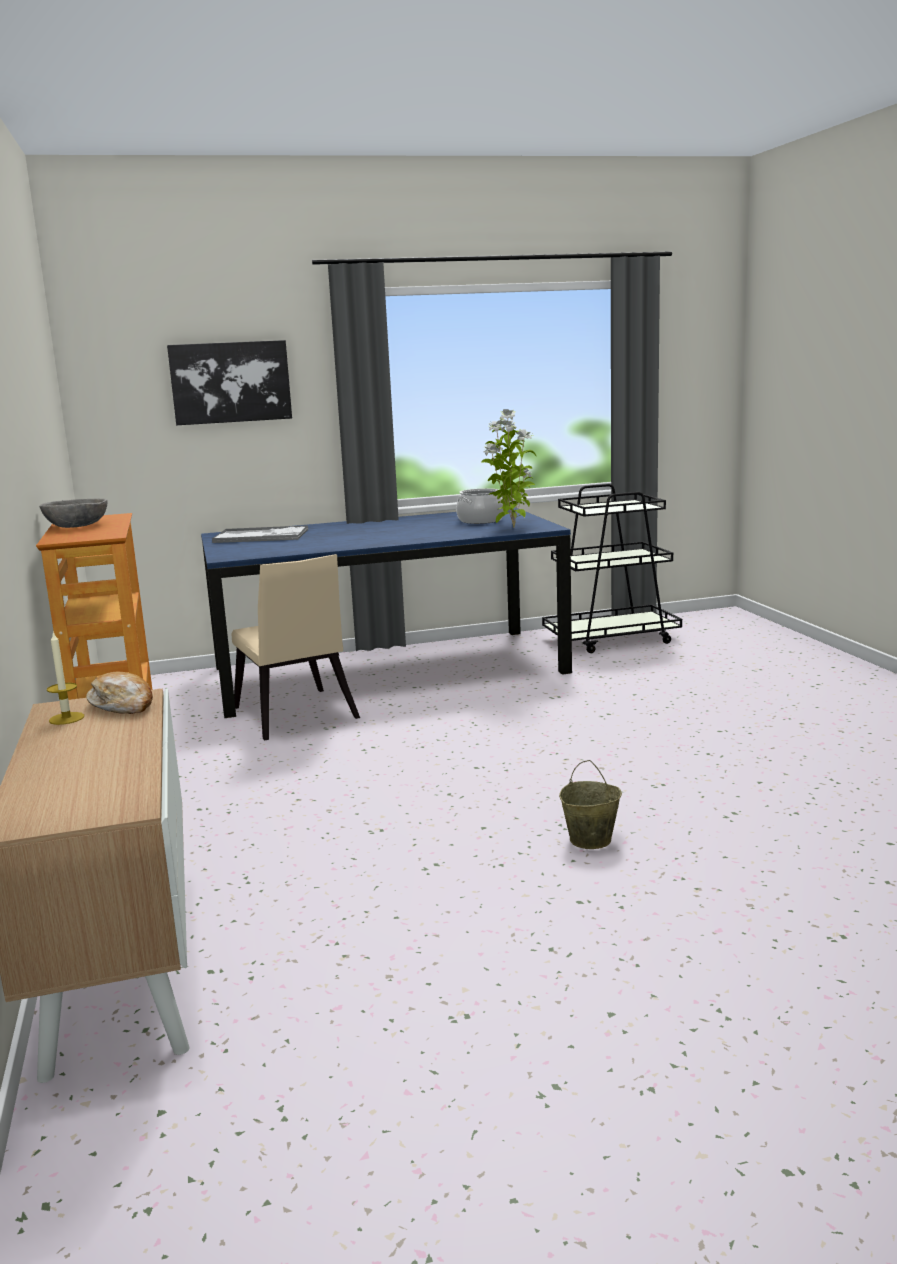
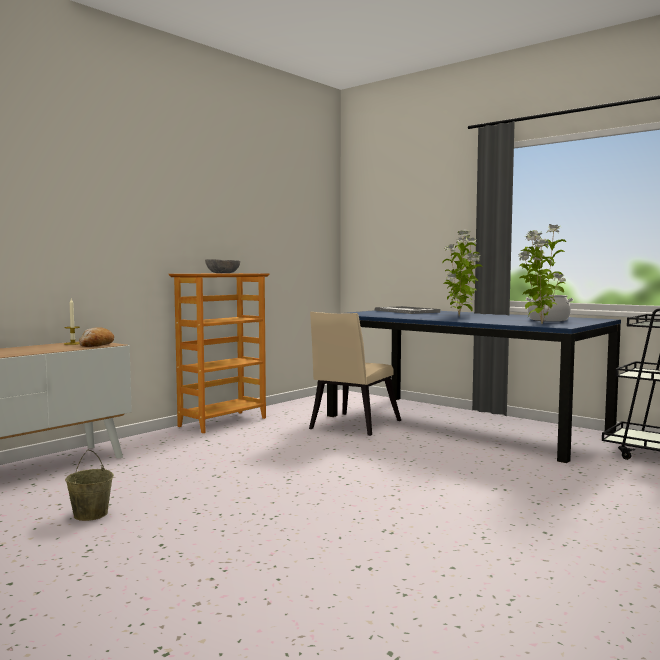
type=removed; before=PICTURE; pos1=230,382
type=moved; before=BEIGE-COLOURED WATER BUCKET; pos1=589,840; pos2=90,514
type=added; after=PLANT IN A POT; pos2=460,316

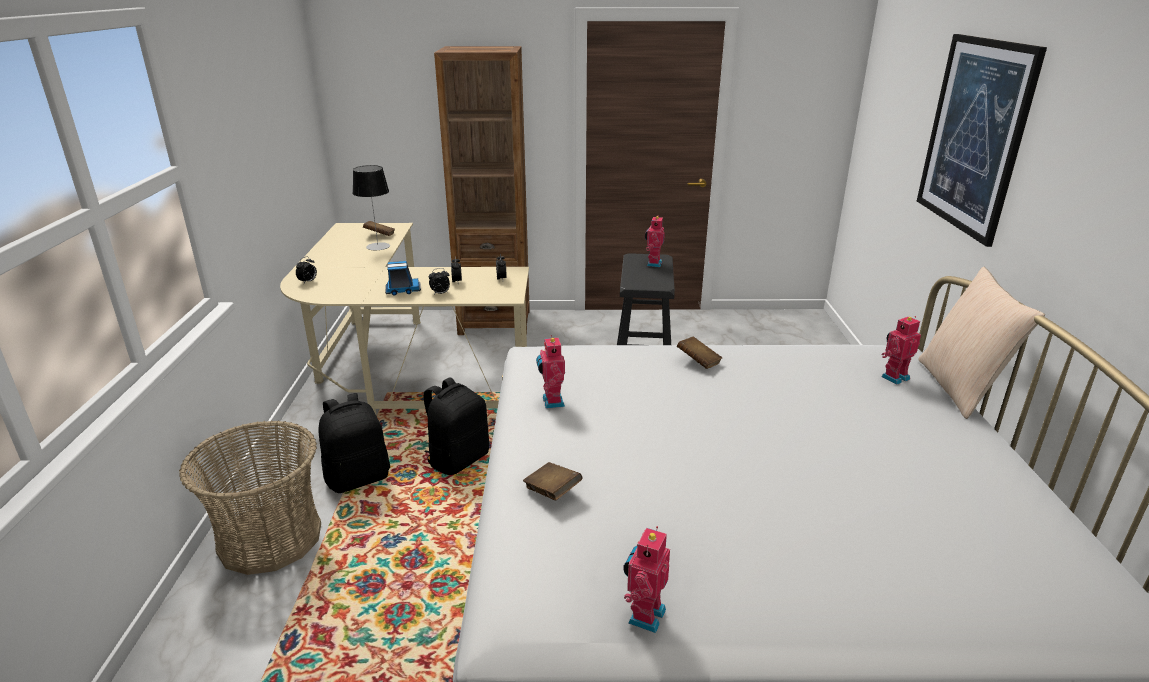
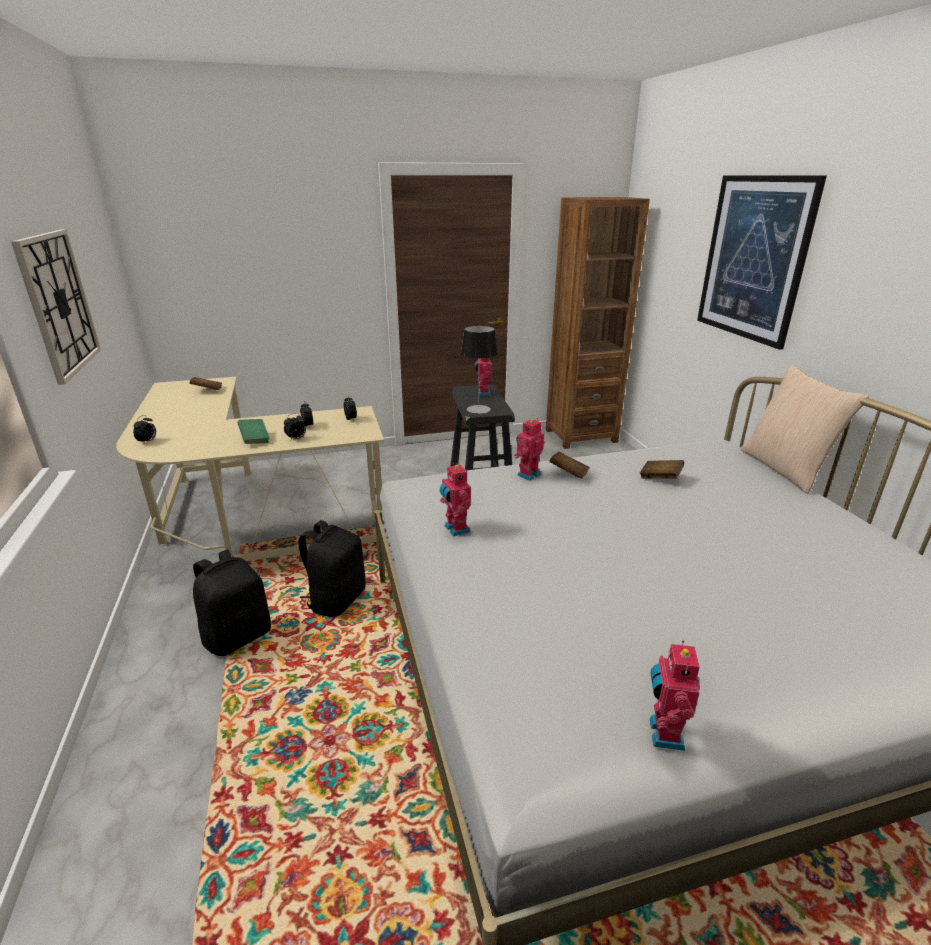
type=removed; before=HOUSEHOLD BASKET; pos1=270,538
type=moved; before=LAMP FOR A TABLE; pos1=378,246; pos2=478,409
type=replaced; before=TOY LORRY; after=GREEN BOUND BOOK; pos1=402,290; pos2=255,439
type=moved; before=BROWN-COLOURED BOOKSHELF; pos1=494,322; pos2=580,436
type=moved; before=BROWN-COLOURED BOUND BOOK; pos1=552,492; pos2=660,478
type=moved; before=ROBOT FIGURE; pos1=894,377; pos2=527,474
type=added; after=HANGING CLOCK; pos2=59,303

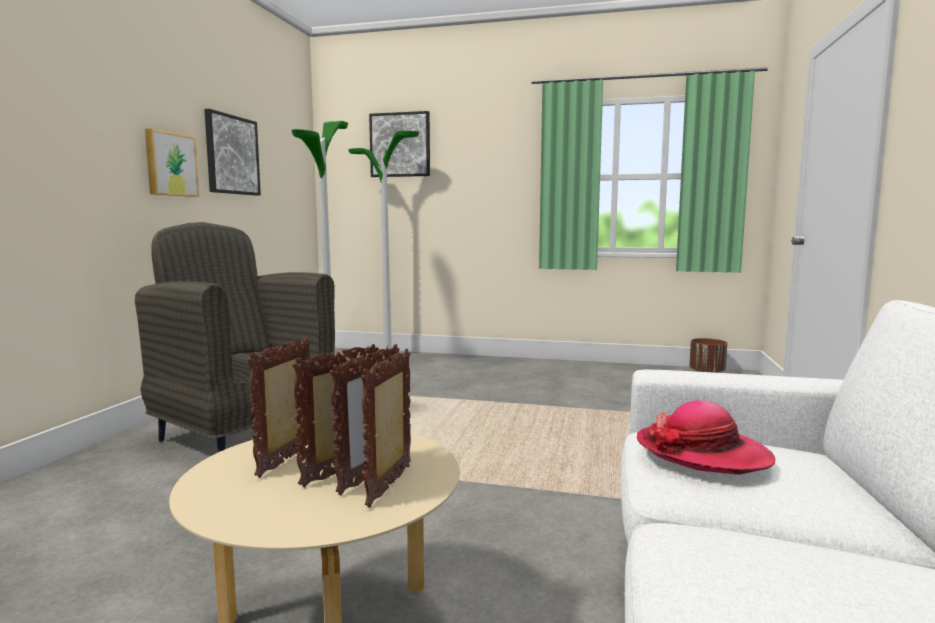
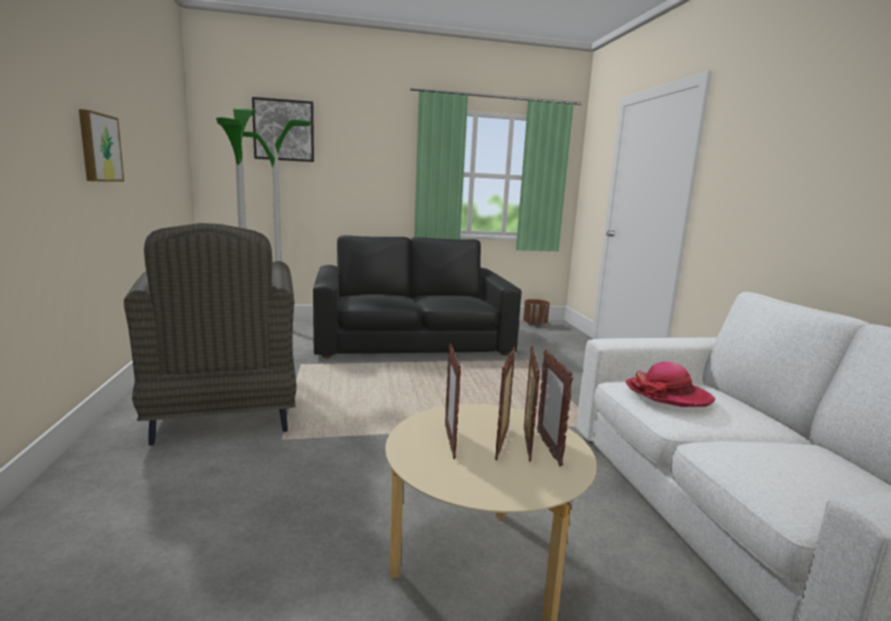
type=turned; before=GREYISH ARMCHAIR; pos1=246,434; pos2=225,417; turn=-120
type=removed; before=PICTURE; pos1=232,155
type=added; after=BLACKISH SOFA; pos2=412,340

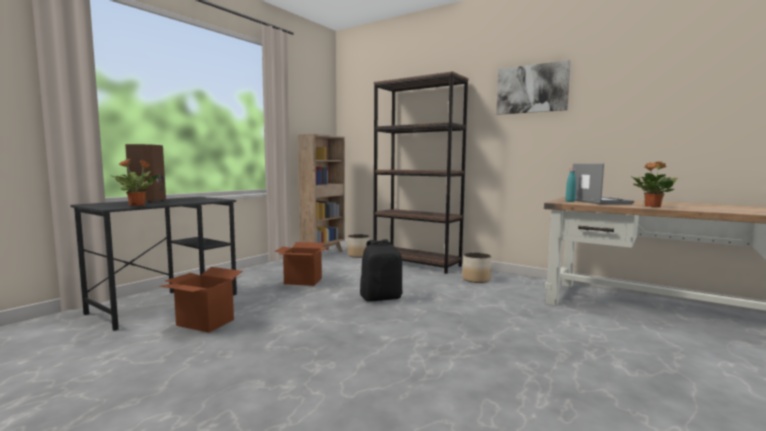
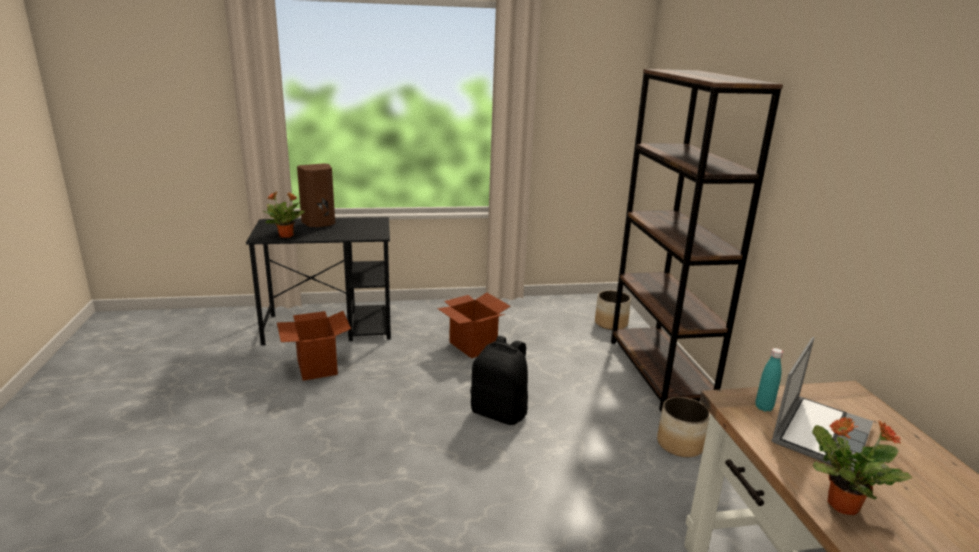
type=removed; before=BROWN-COLOURED BOOKSHELF; pos1=323,253
type=removed; before=PICTURE; pos1=532,89

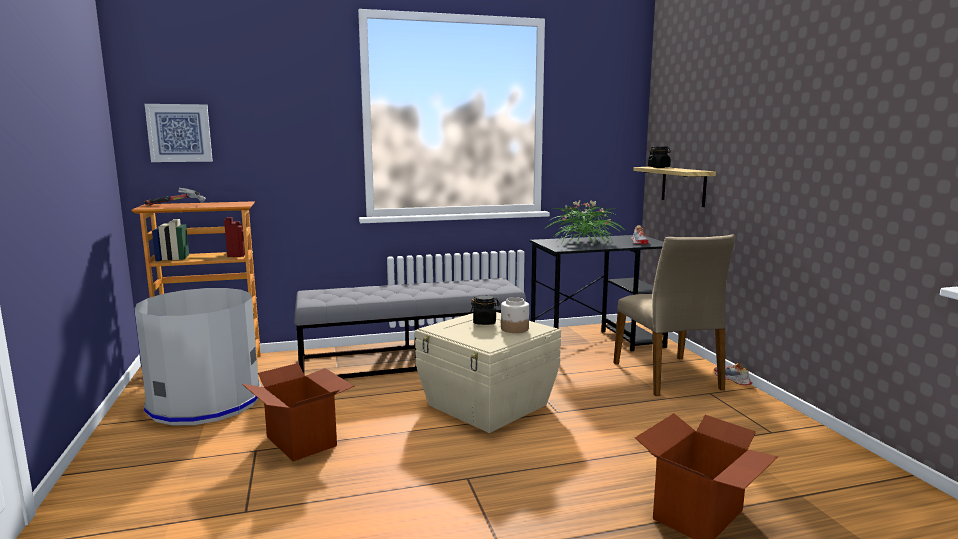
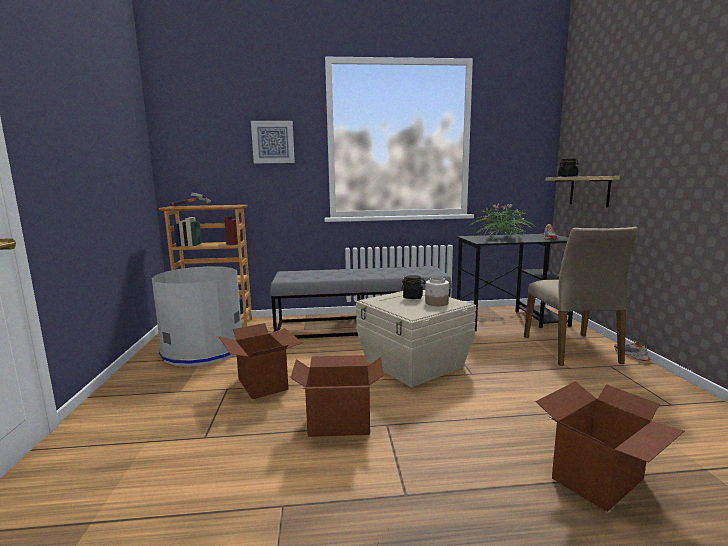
type=moved; before=PICTURE; pos1=179,133; pos2=273,142
type=added; after=CARTON; pos2=339,422

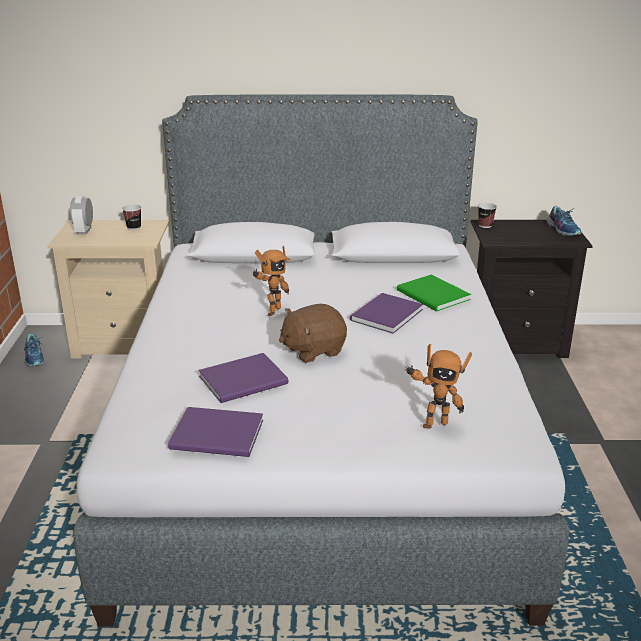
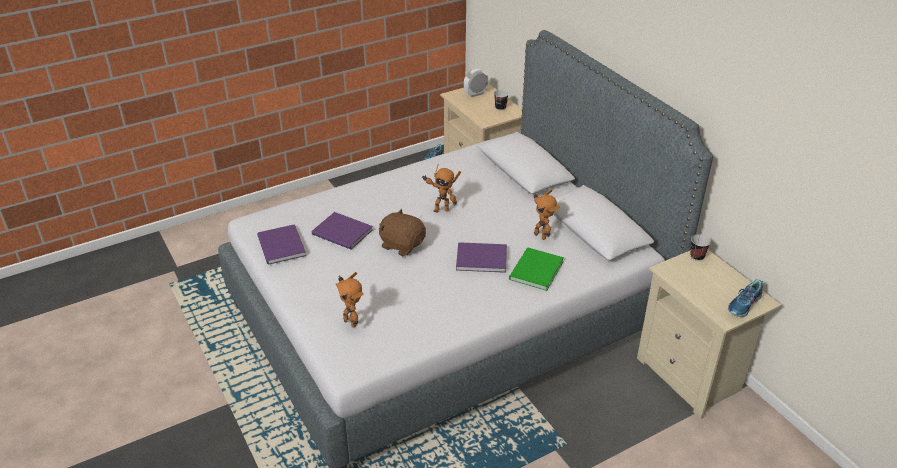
type=recoloured; before=BLACKISH NIGHT TABLE; after=BEIGE-COLOURED NIGHT TABLE; pos1=515,342; pos2=692,376
type=added; after=ROBOT FIGURE; pos2=541,235

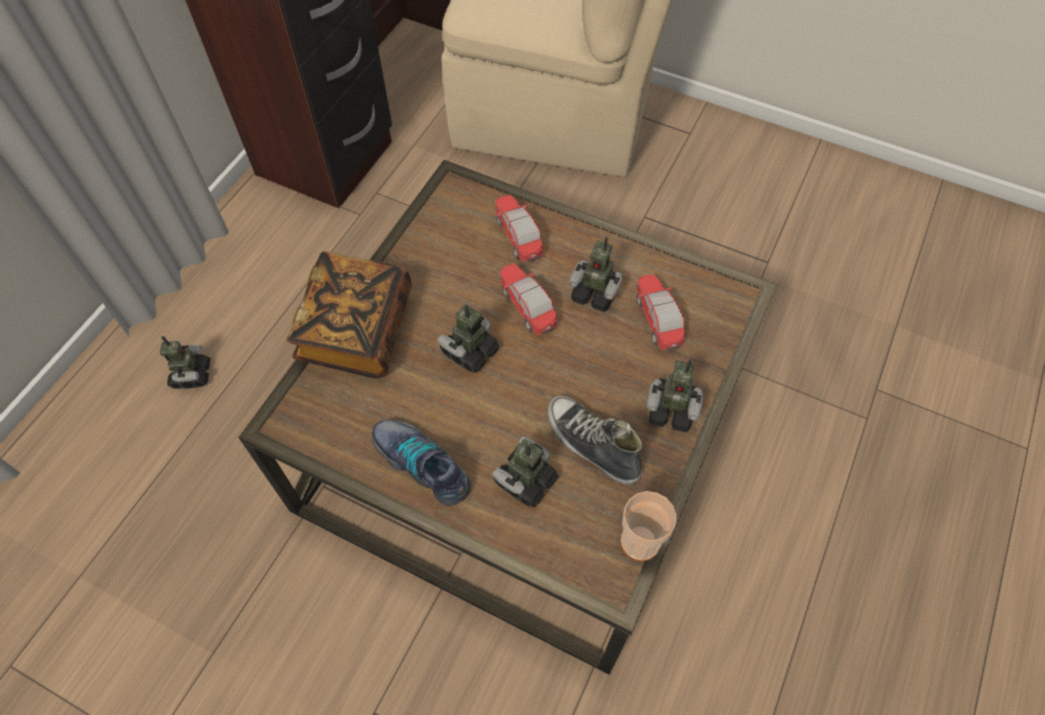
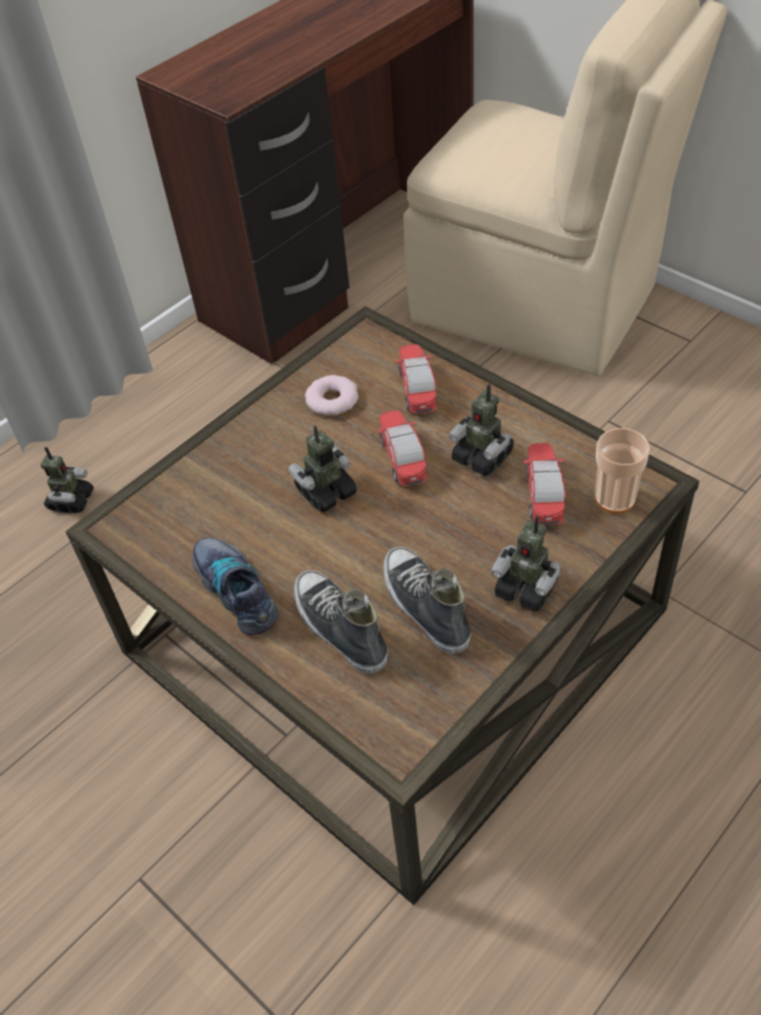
type=removed; before=BOUND BOOK; pos1=357,330
type=replaced; before=ROBOT FIGURE; after=LOW SHOE; pos1=525,481; pos2=339,628
type=moved; before=SMALL CUP; pos1=640,542; pos2=615,498
type=added; after=DOUGHNUT; pos2=332,400

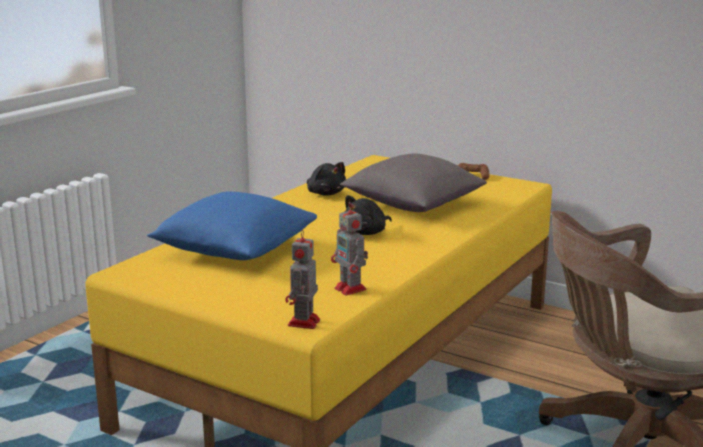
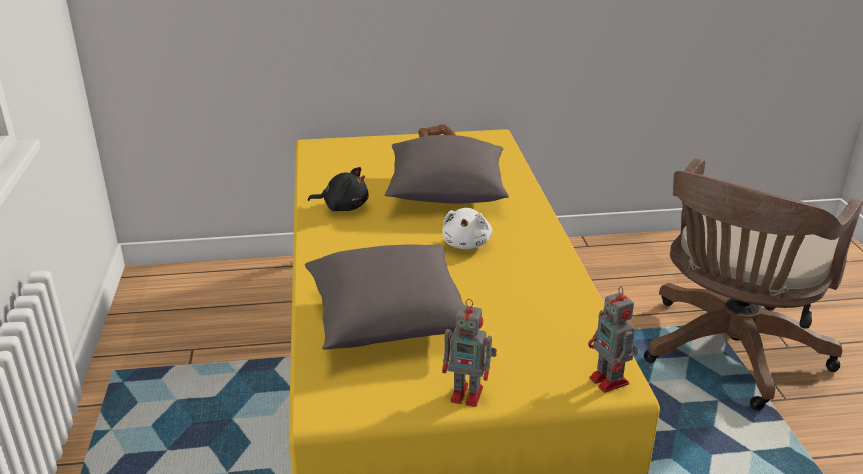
type=recoloured; before=BLUISH CUSHION; after=GREYISH CUSHION; pos1=234,250; pos2=387,320
type=moved; before=ROBOT FIGURE; pos1=351,289; pos2=468,394
type=recoloured; before=BLACKISH CUDDLY TOY; after=WHITISH CUDDLY TOY; pos1=366,232; pos2=467,243

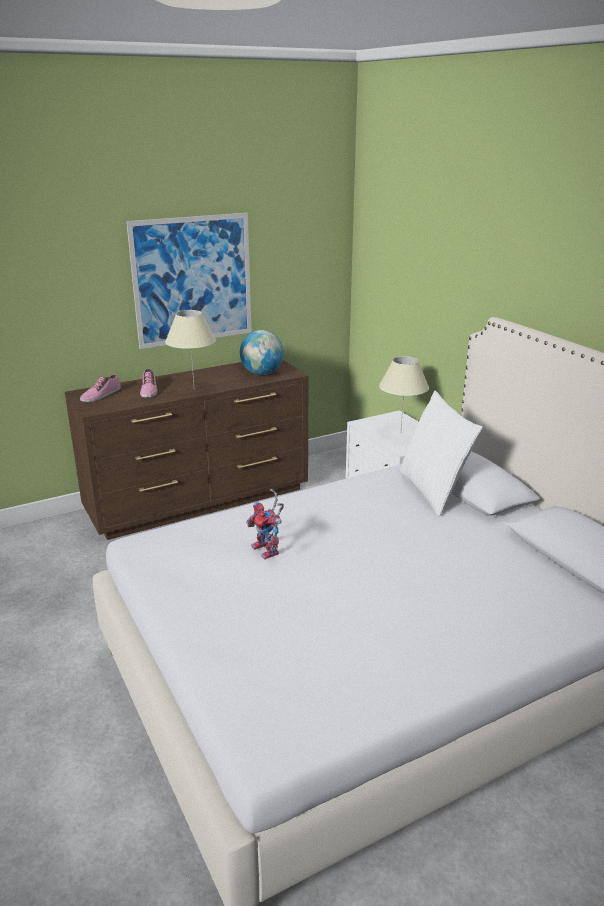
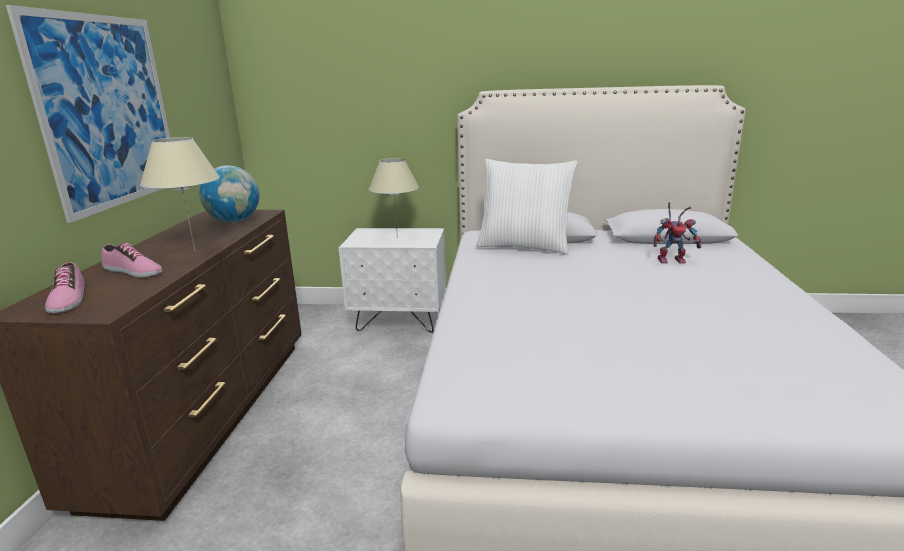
type=moved; before=ROBOT FIGURE; pos1=268,551; pos2=673,260

